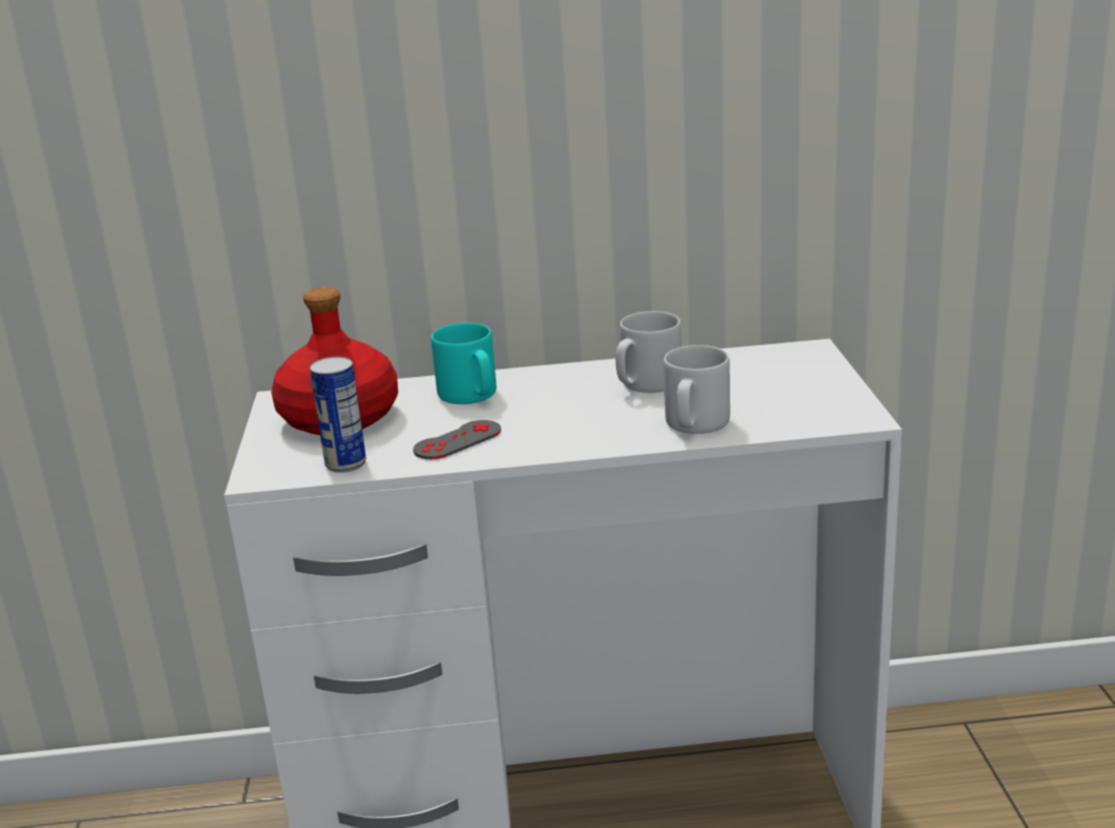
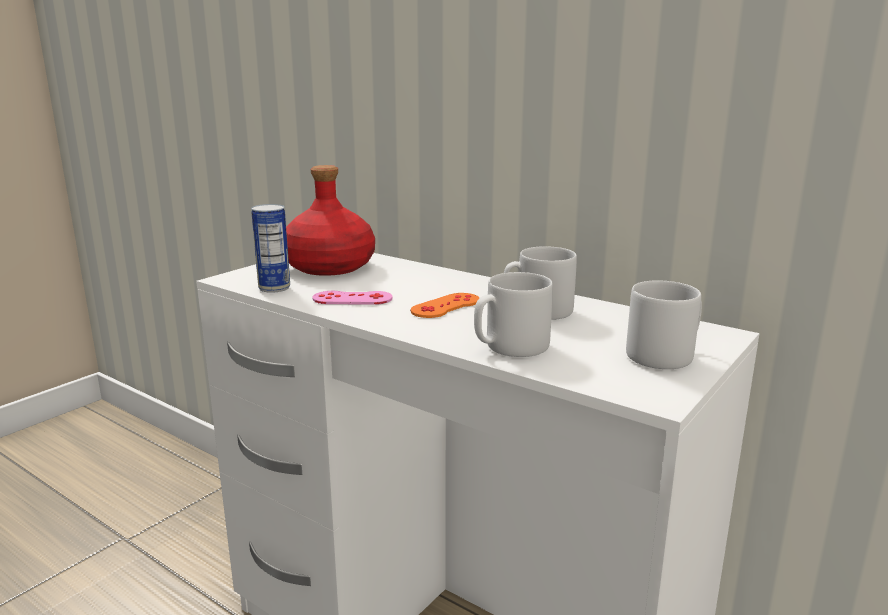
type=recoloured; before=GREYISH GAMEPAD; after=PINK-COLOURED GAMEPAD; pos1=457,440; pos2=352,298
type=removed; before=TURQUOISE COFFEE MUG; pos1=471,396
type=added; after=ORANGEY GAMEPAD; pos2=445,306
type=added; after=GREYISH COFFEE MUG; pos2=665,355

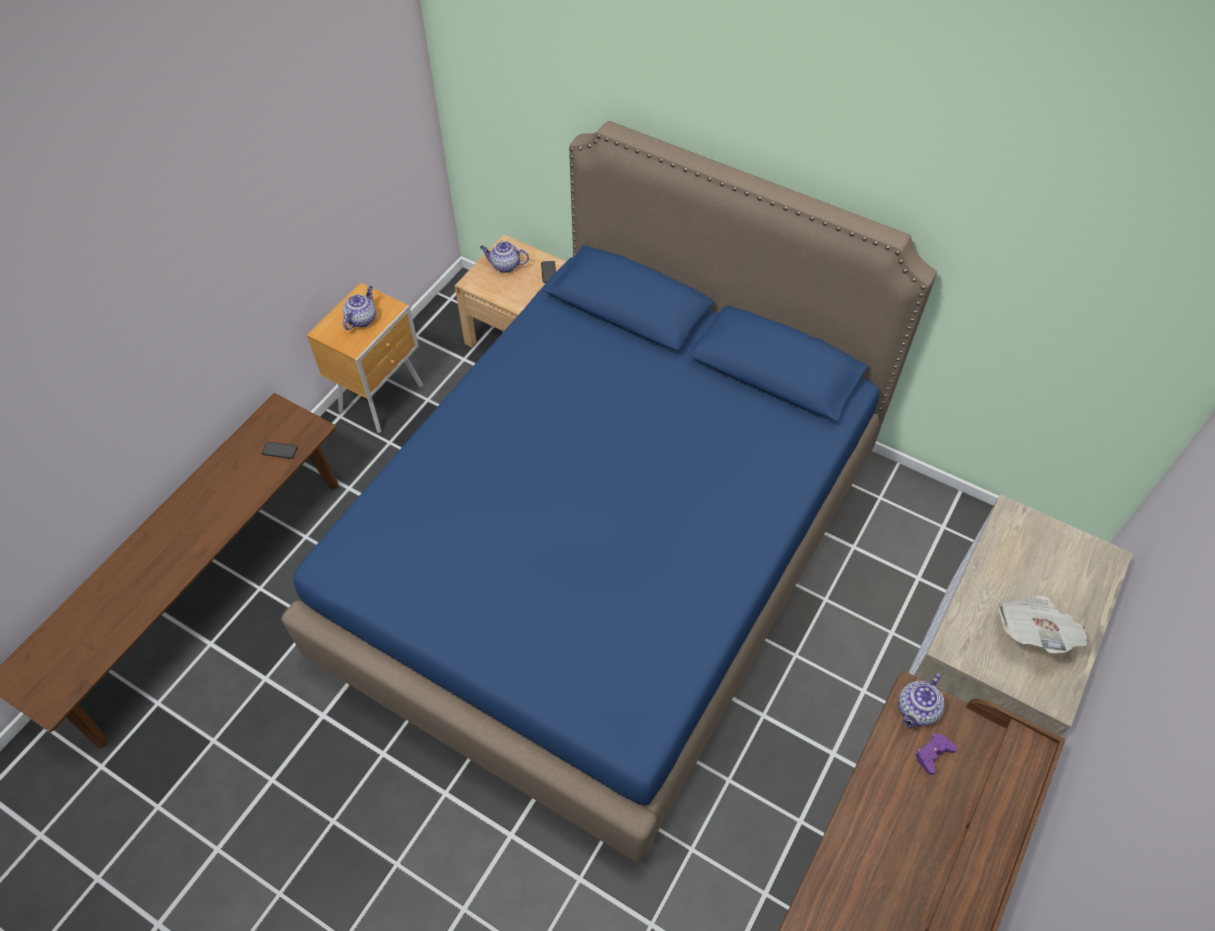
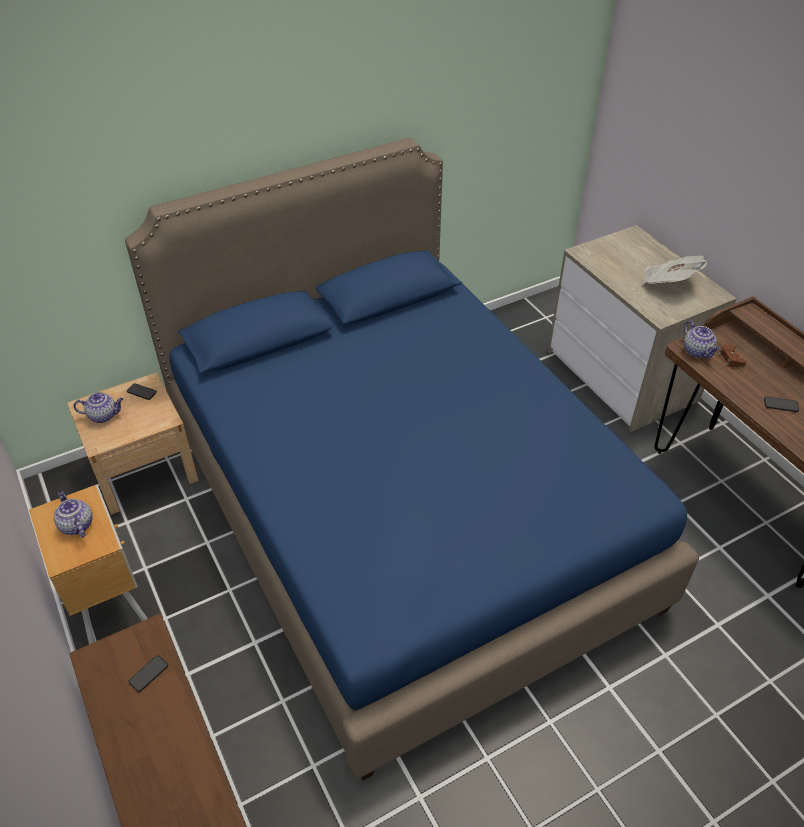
type=turned; before=TEAPOT; pos1=505,265; pos2=104,415; turn=-135
type=recoloured; before=PURPLE GAMEPAD; after=BROWN-COLOURED GAMEPAD; pos1=933,754; pos2=730,358
type=added; after=TELEPHONE; pos2=780,405

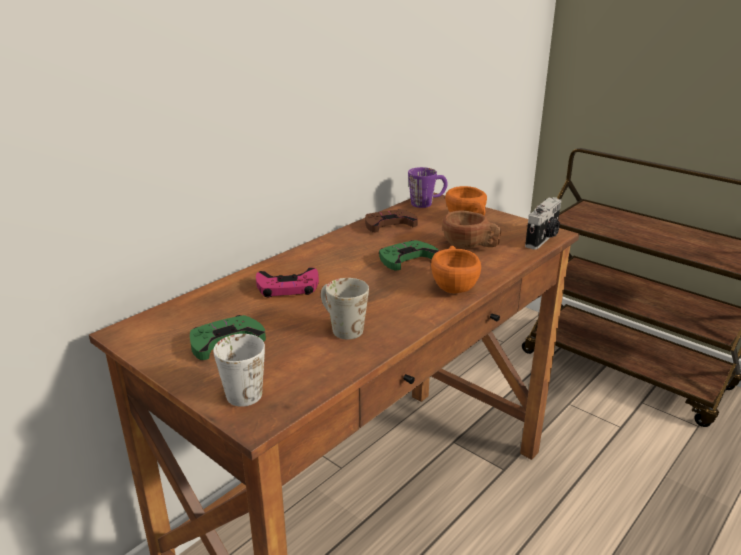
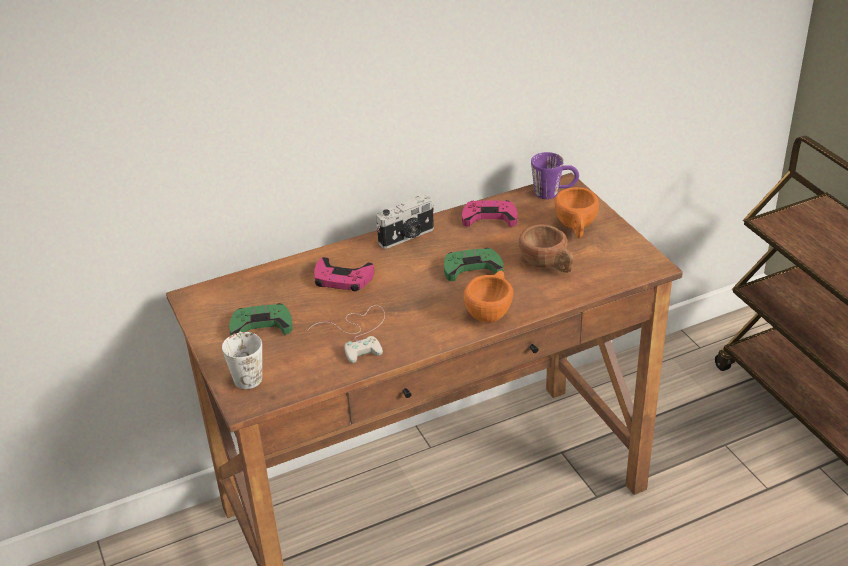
type=replaced; before=WHITISH COFFEE MUG; after=WHITISH GAMEPAD; pos1=340,327; pos2=359,334
type=recoloured; before=BROWN-COLOURED GAMEPAD; after=PINK-COLOURED GAMEPAD; pos1=389,225; pos2=489,217
type=moved; before=PHOTO CAMERA; pos1=543,239; pos2=407,237

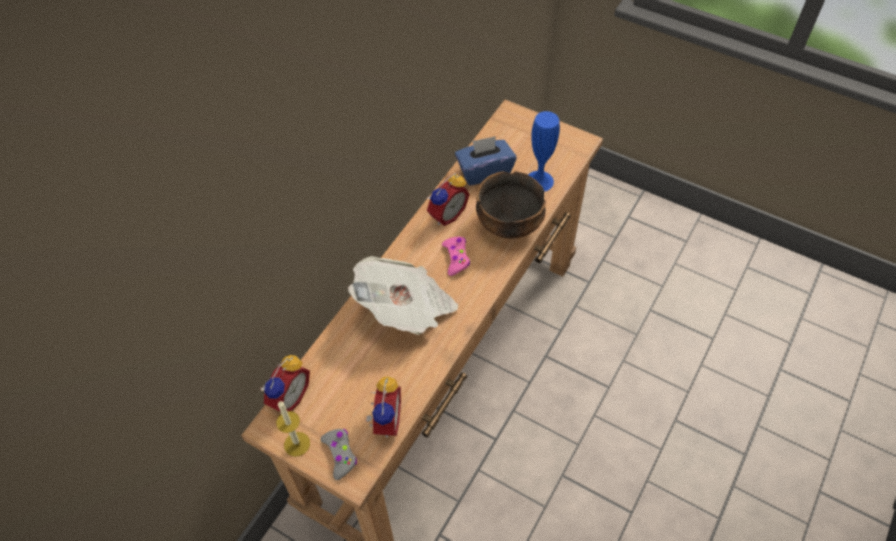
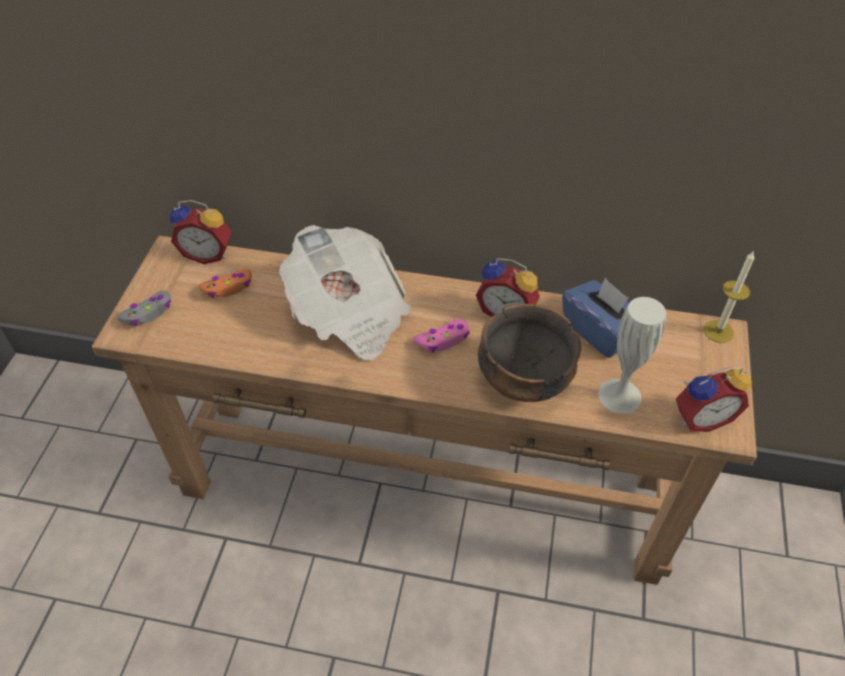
type=moved; before=WAX CANDLE; pos1=297,444; pos2=718,331
type=moved; before=BEDSIDE CLOCK; pos1=385,421; pos2=700,417
type=recoloured; before=BLUISH DECORATIVE VASE; after=WHITISH DECORATIVE VASE; pos1=539,181; pos2=619,395
type=added; after=ORANGEY GAMEPAD; pos2=228,288

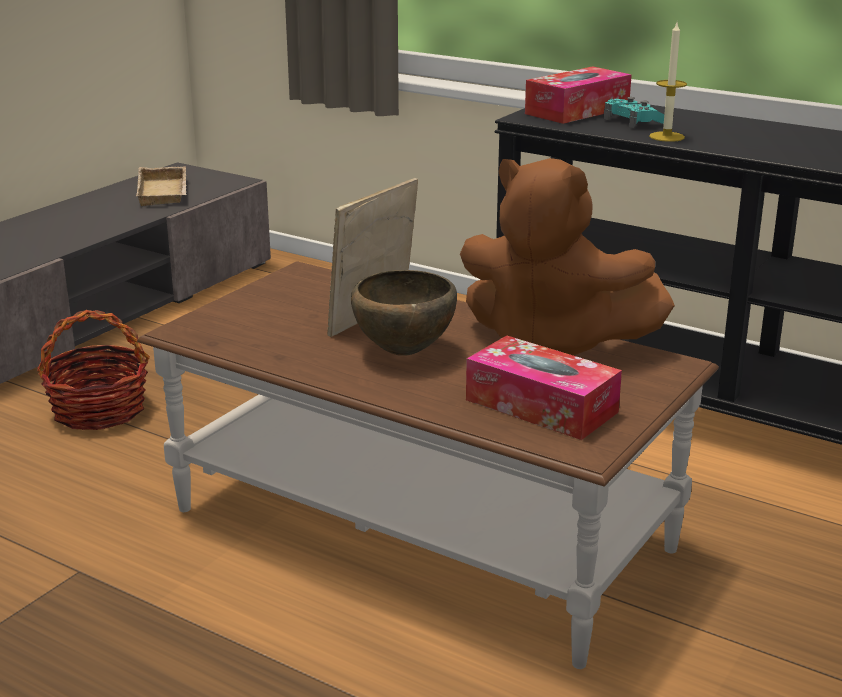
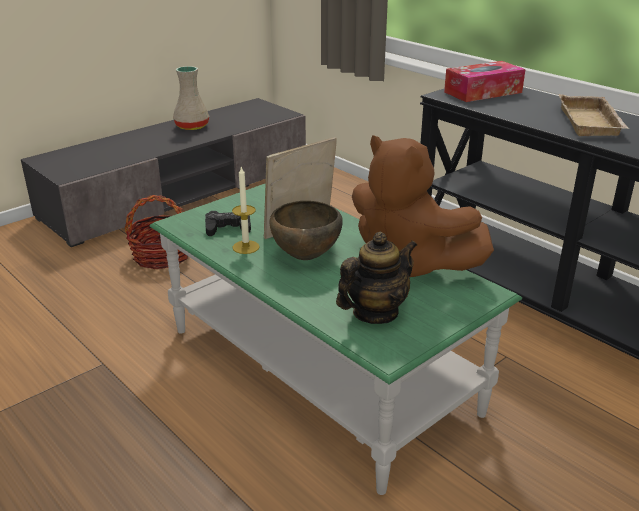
type=moved; before=BEIGE-COLOURED SERVING TRAY; pos1=165,193; pos2=592,123
type=recoloured; before=BROWN-COLOURED LOW TABLE; after=GREEN LOW TABLE; pos1=420,529; pos2=319,369
type=replaced; before=TISSUE HOLDER; after=TEAPOT; pos1=541,406; pos2=375,313
type=removed; before=TURQUOISE GAMEPAD; pos1=633,121
type=moved; before=WAX CANDLE; pos1=666,137; pos2=246,247
type=added; after=BEIGE-COLOURED DECORATIVE VASE; pos2=193,126
type=added; after=BLACKISH GAMEPAD; pos2=228,228

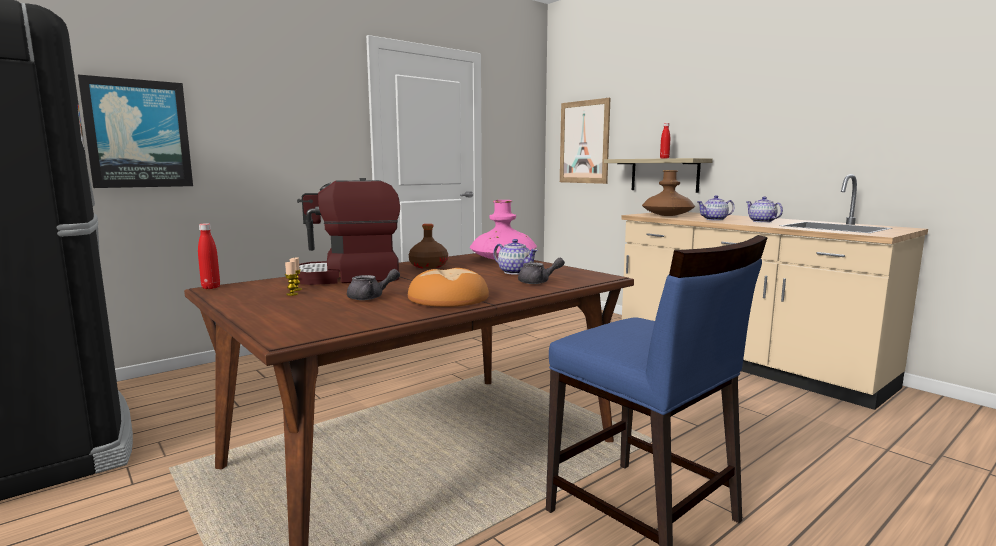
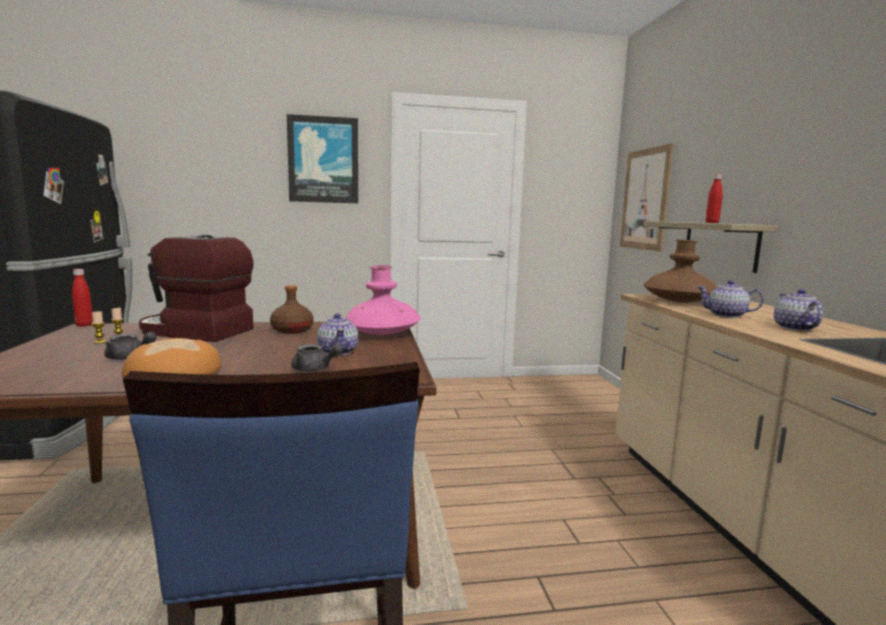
type=moved; before=PICTURE; pos1=138,134; pos2=323,160

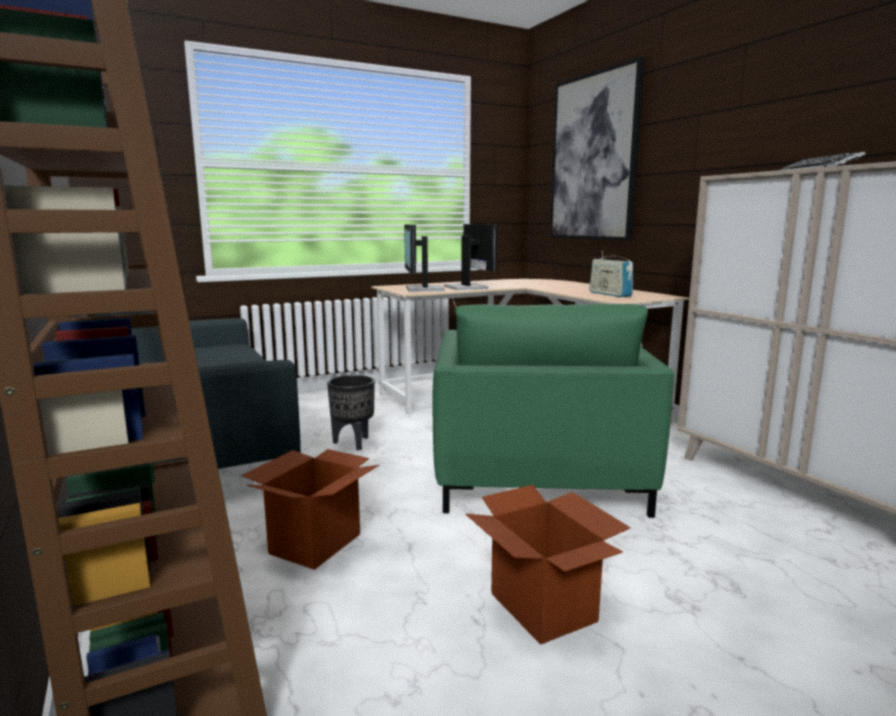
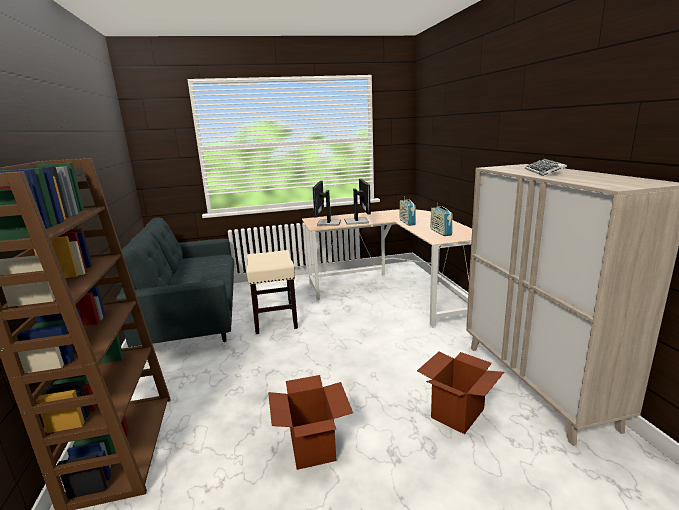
type=moved; before=CARTON; pos1=315,543; pos2=457,413
type=replaced; before=BLACKISH PLANT POT; after=BEIGE-COLOURED STOOL SEAT; pos1=352,443; pos2=275,319
type=removed; before=GREEN ARMCHAIR; pos1=536,474
type=removed; before=PICTURE; pos1=594,158
type=added; after=RADIO RECEIVER; pos2=407,222

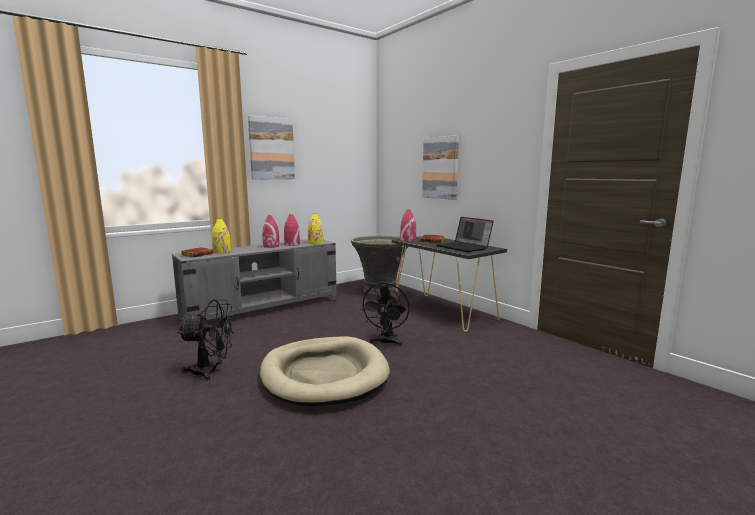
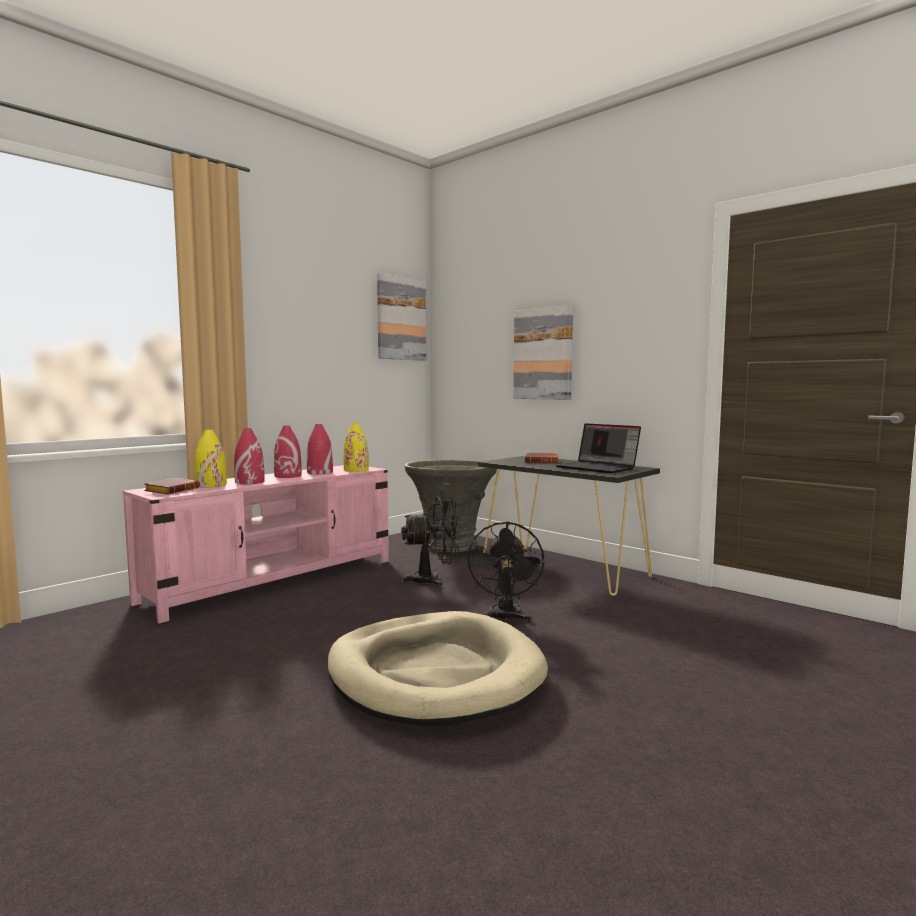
type=recoloured; before=GREYISH MEDIA CONSOLE; after=PINK-COLOURED MEDIA CONSOLE; pos1=263,308; pos2=274,580
type=moved; before=BLACKISH FAN; pos1=211,371; pos2=432,580
type=moved; before=PICTURE; pos1=271,148; pos2=400,318
type=moved; before=RED-COLOURED DECORATIVE VASE; pos1=408,240; pos2=249,482

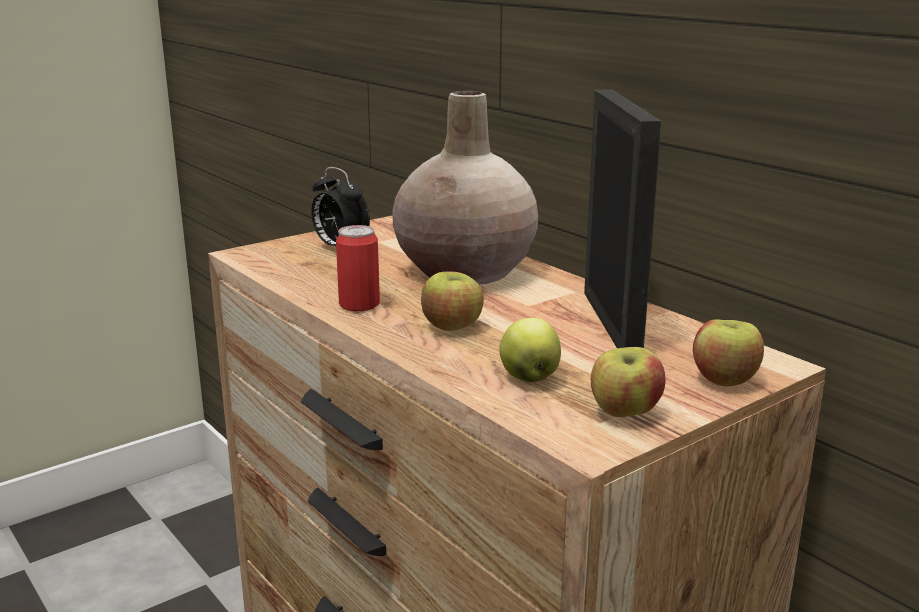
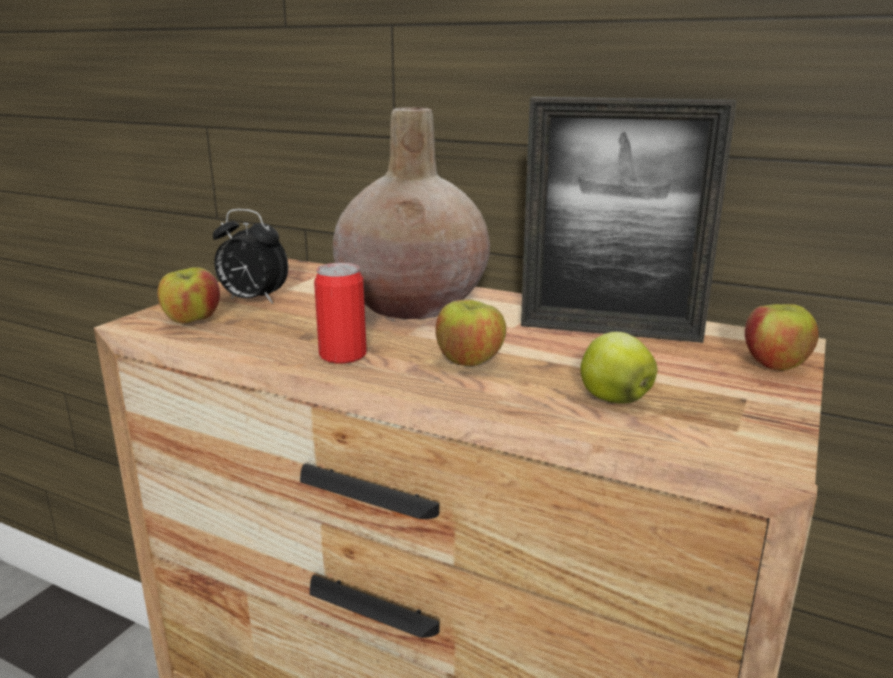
type=turned; before=PICTURE FRAME; pos1=611,323; pos2=609,331; turn=135
type=moved; before=WHOLE APPLE; pos1=625,414; pos2=193,322

